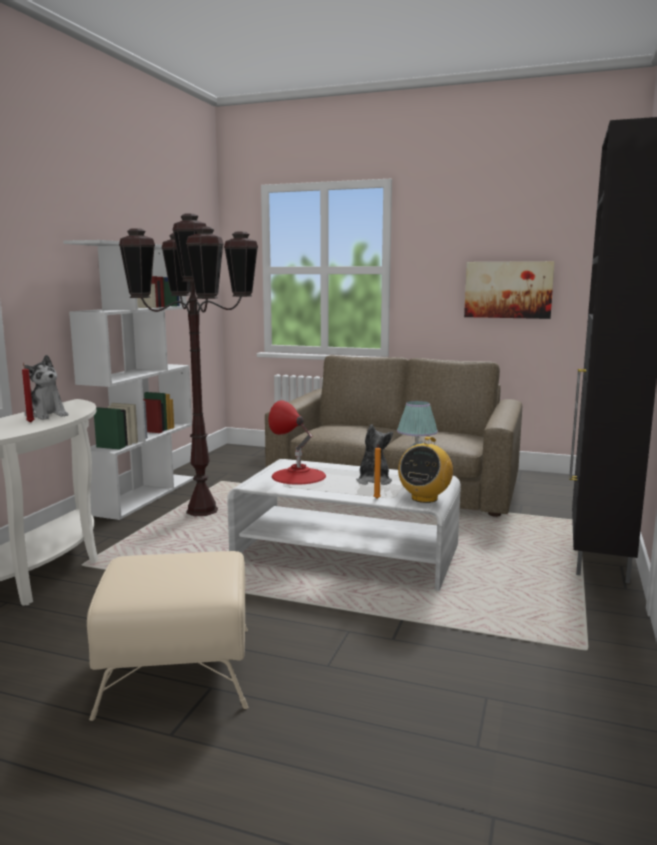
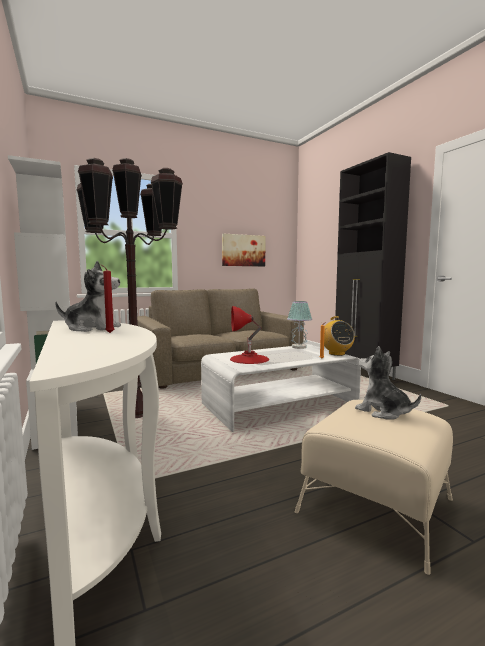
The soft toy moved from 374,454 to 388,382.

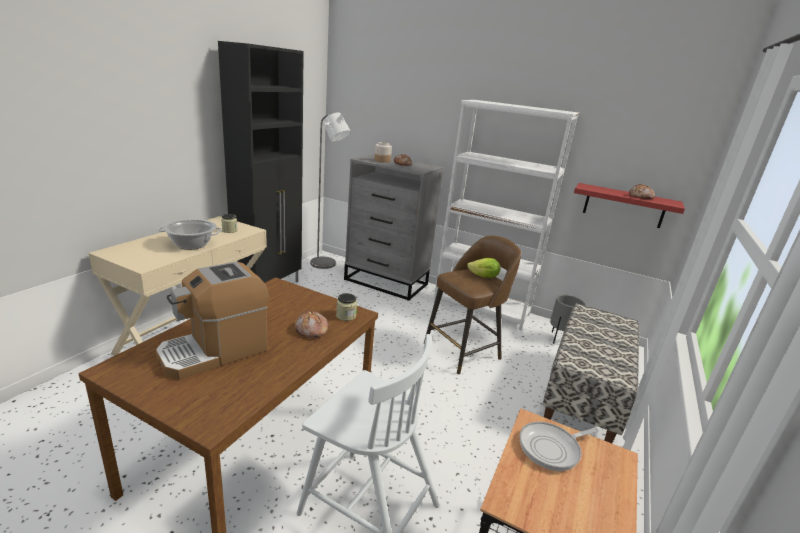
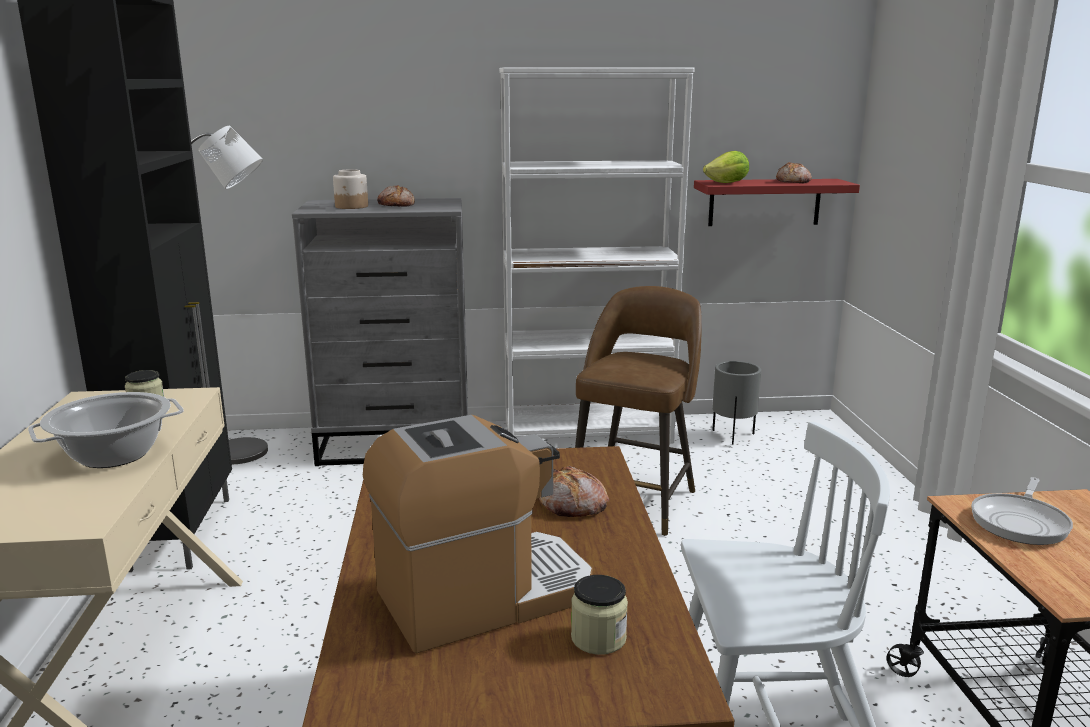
The coffee brewer at 212,320 turned 135 degrees counterclockwise. The storage jar moved from 346,307 to 599,615. The lettuce head moved from 483,268 to 726,167. The long seat at 590,373 disappeared.

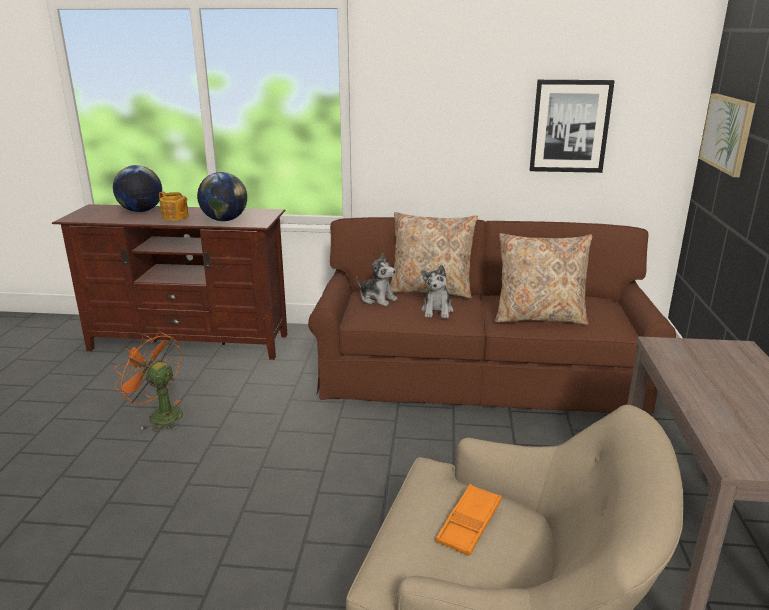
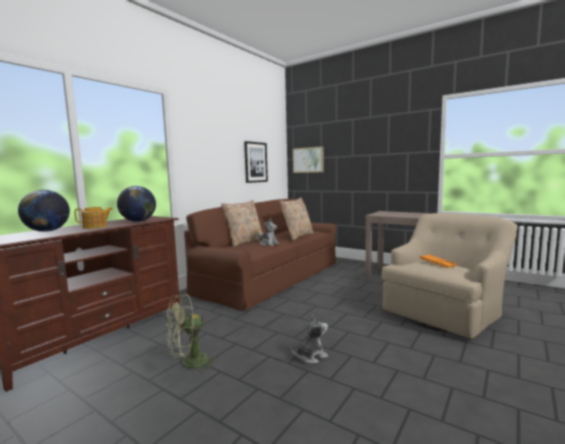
The orangey electric fan at 148,382 became the green electric fan at 192,333. The soft toy moved from 377,279 to 309,339.

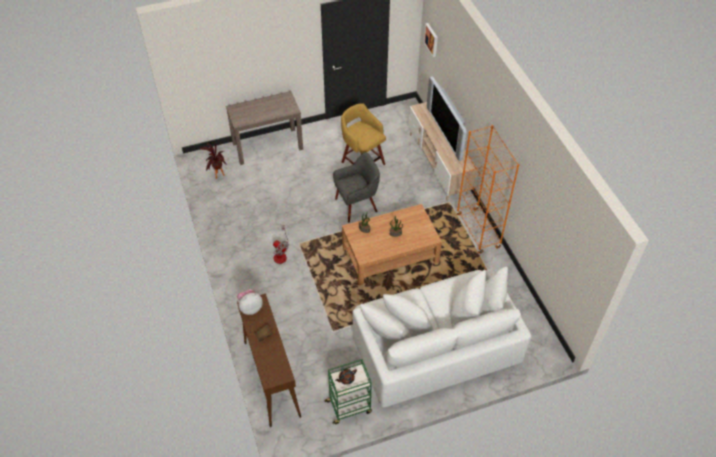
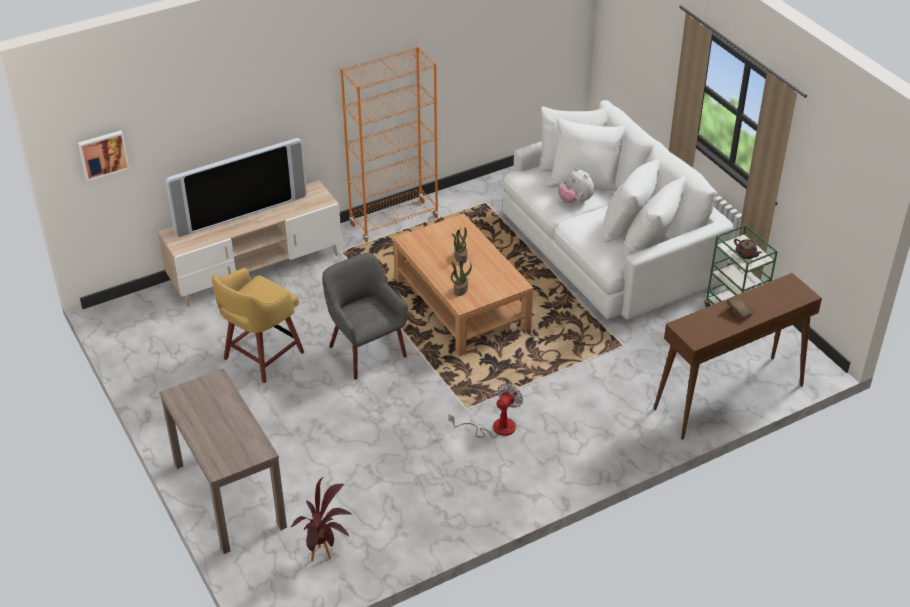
The soft toy moved from 250,302 to 576,186.

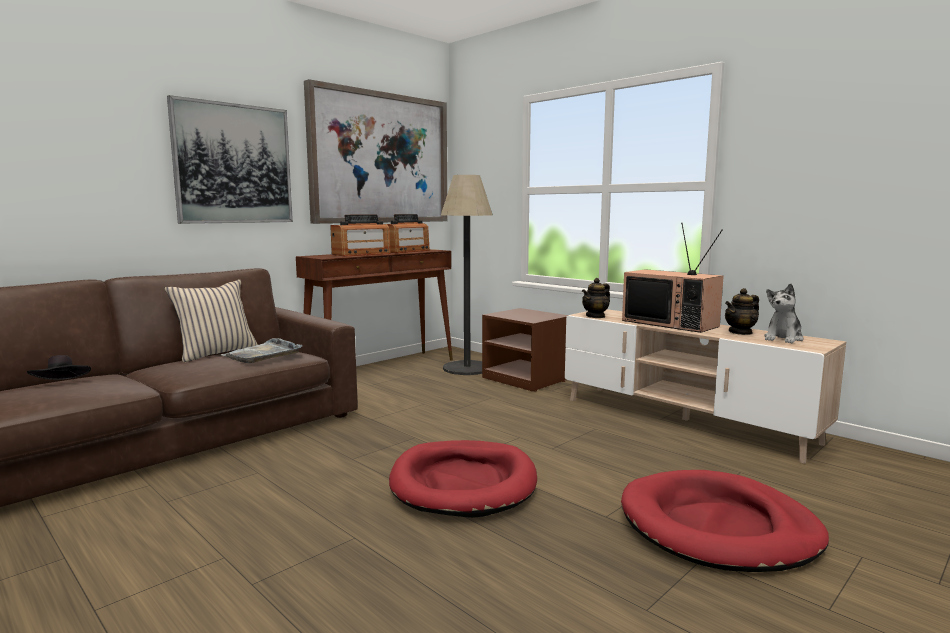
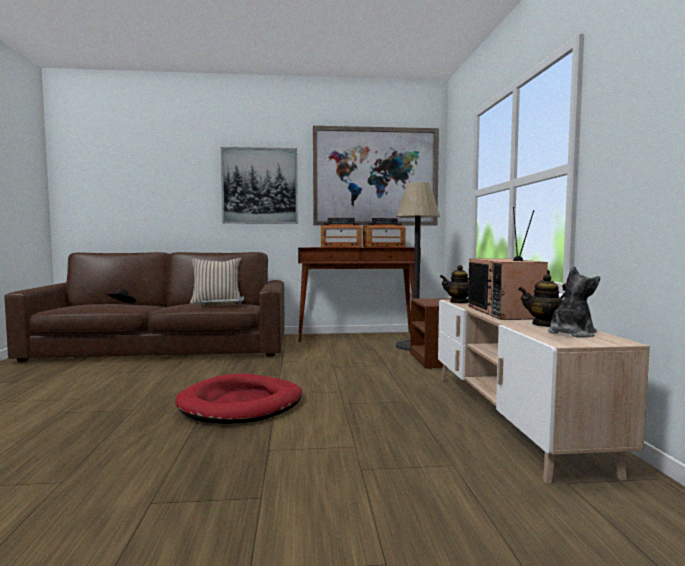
The red-coloured pet bed at 725,521 disappeared. The soft toy at 784,313 turned 150 degrees clockwise.

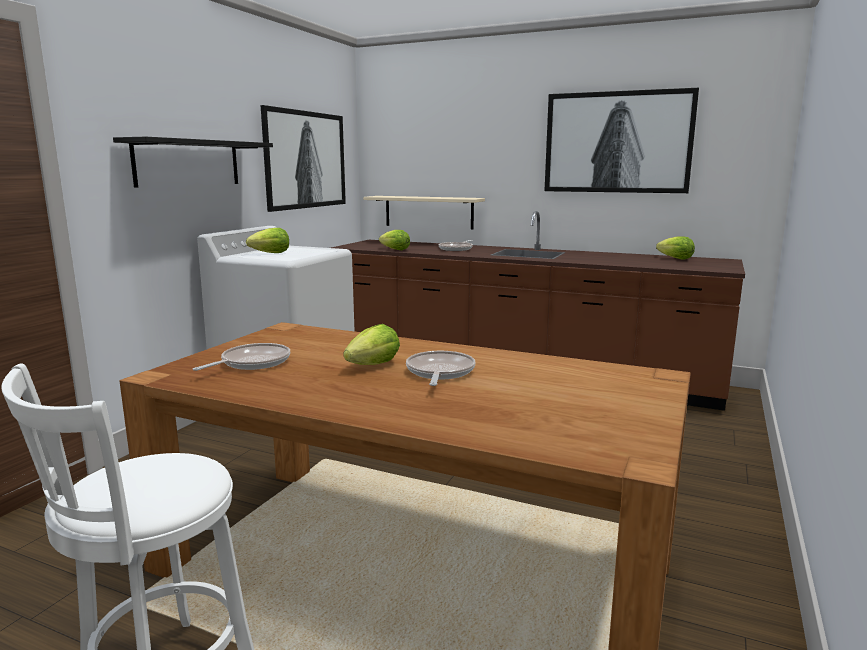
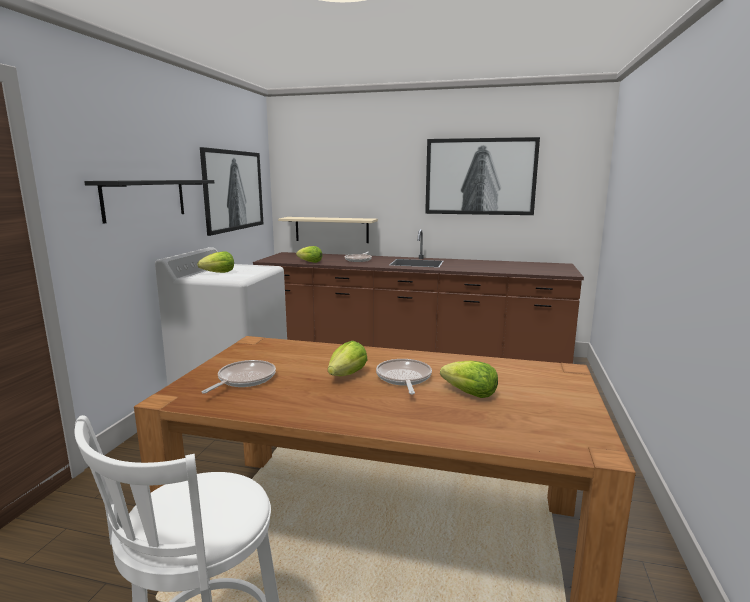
The lettuce head moved from 675,247 to 469,379.

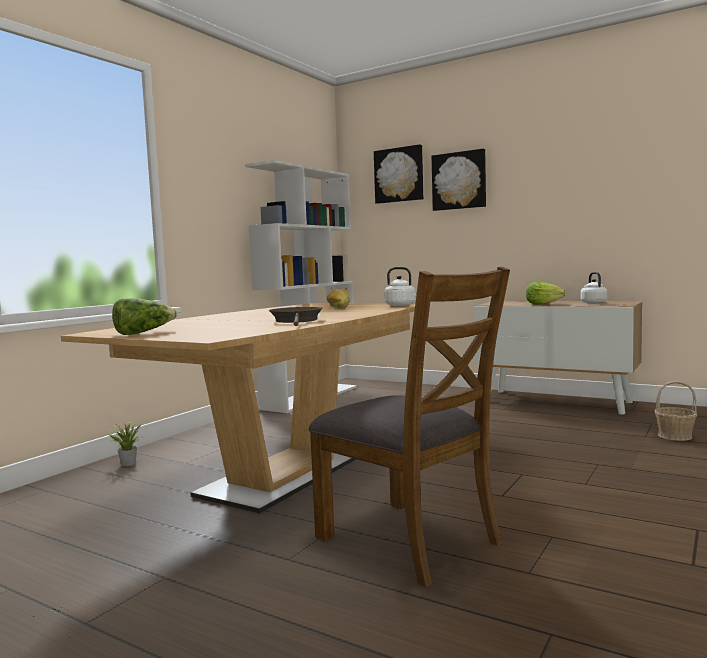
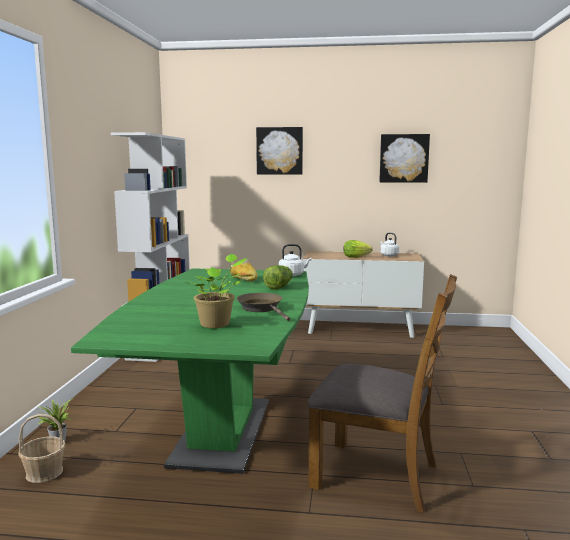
The brown dining table at 238,408 became the green dining table at 190,371. The lettuce head moved from 144,316 to 278,277. The wall picture moved from 398,174 to 404,158. The basket moved from 675,411 to 41,448. The plant in a pot at 219,291 appeared.

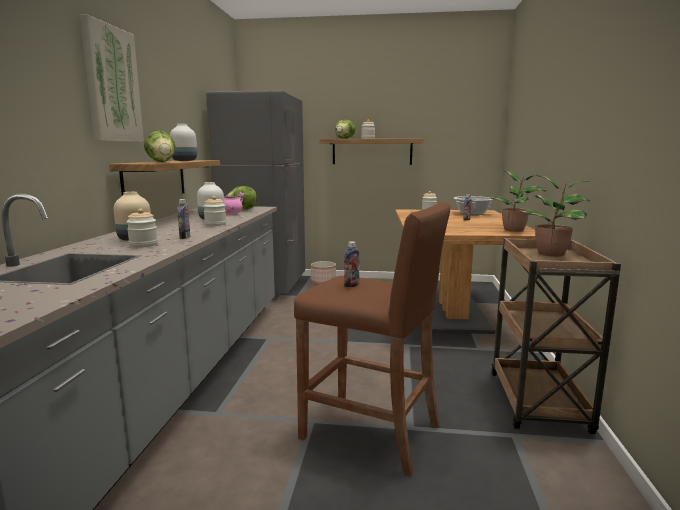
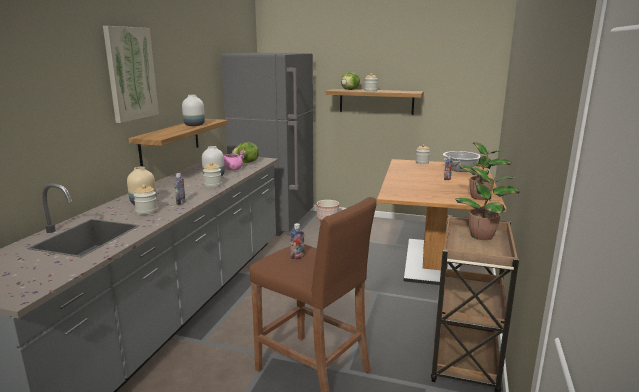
The lettuce head at 160,146 disappeared.

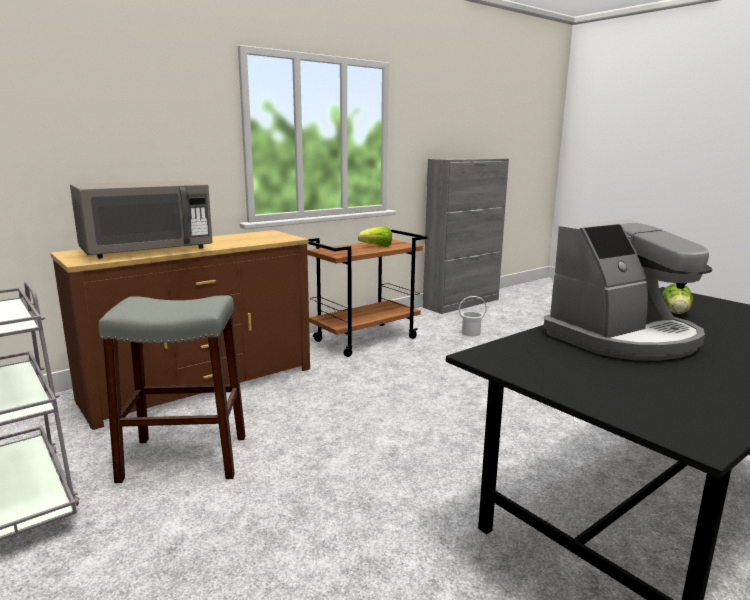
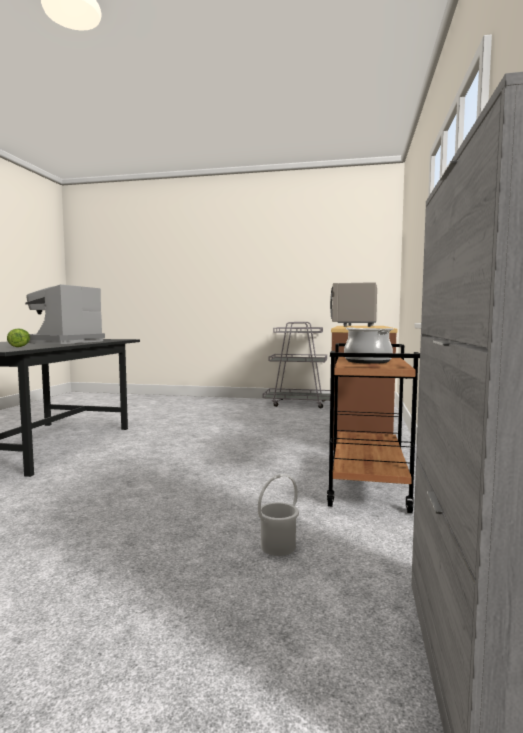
The greyish stool seat at 172,389 disappeared. The lettuce head at 375,236 was replaced by the saucepot at 369,345.

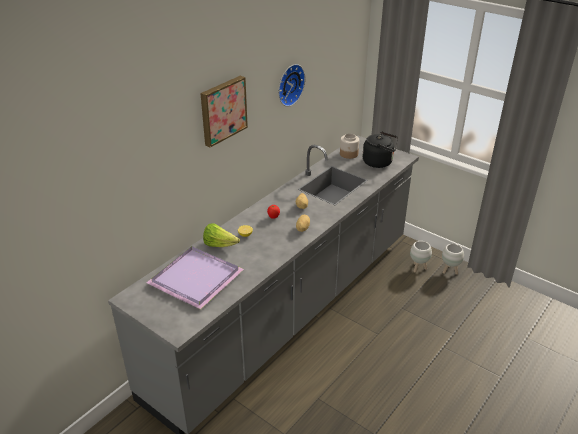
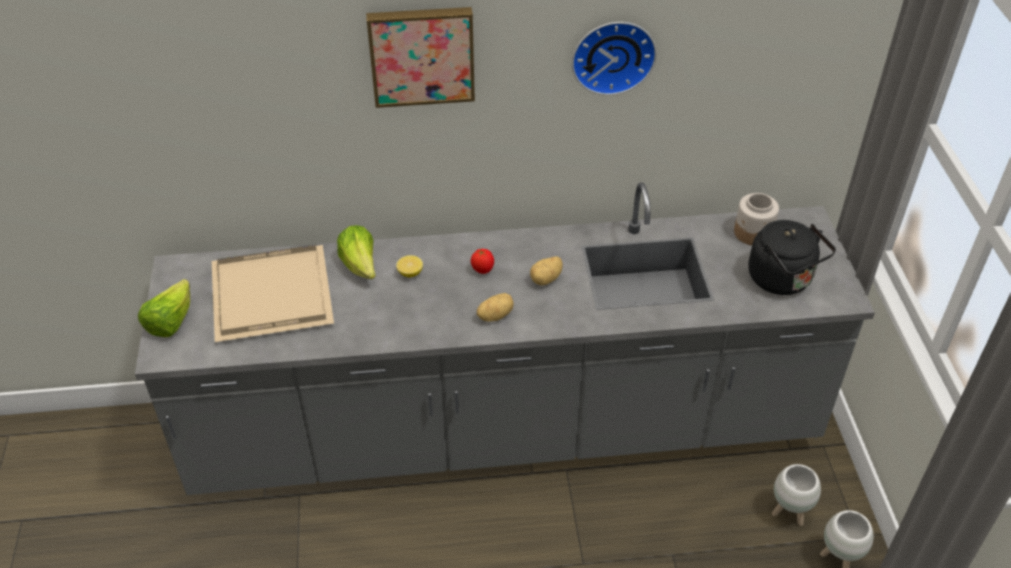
The purple tray at 195,278 became the sand-coloured tray at 273,293. The lettuce head at 164,308 appeared.

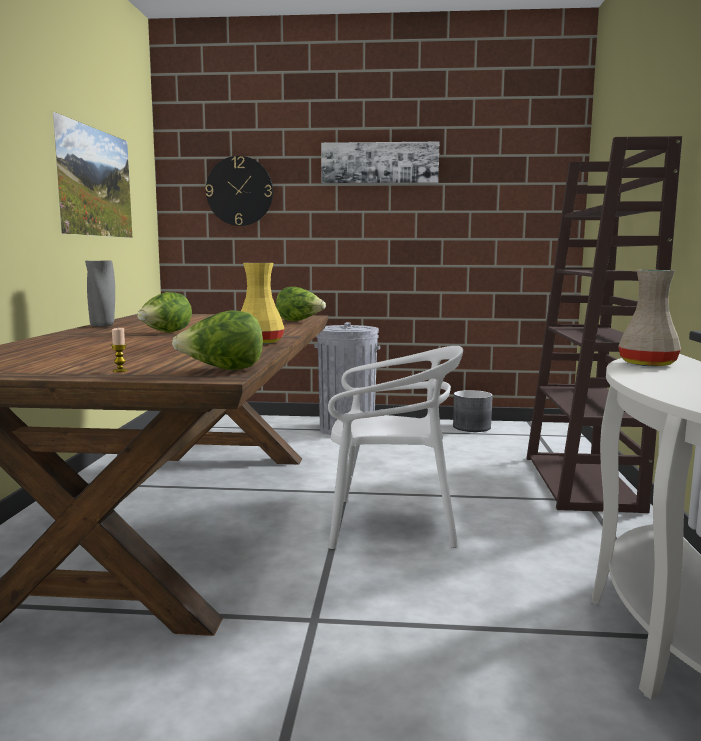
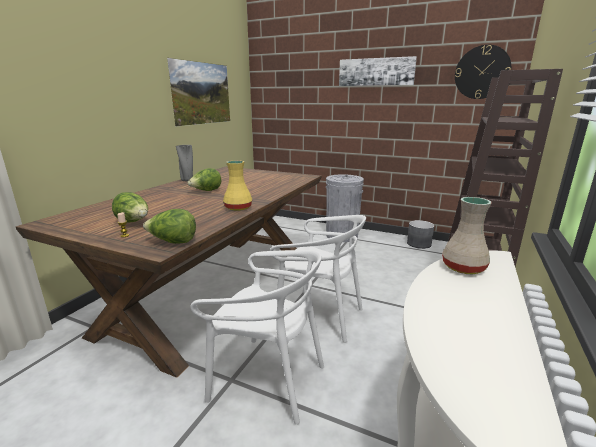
The hanging clock moved from 239,191 to 483,72. The lettuce head moved from 301,304 to 130,207. The whitish upright chair at 257,337 appeared.

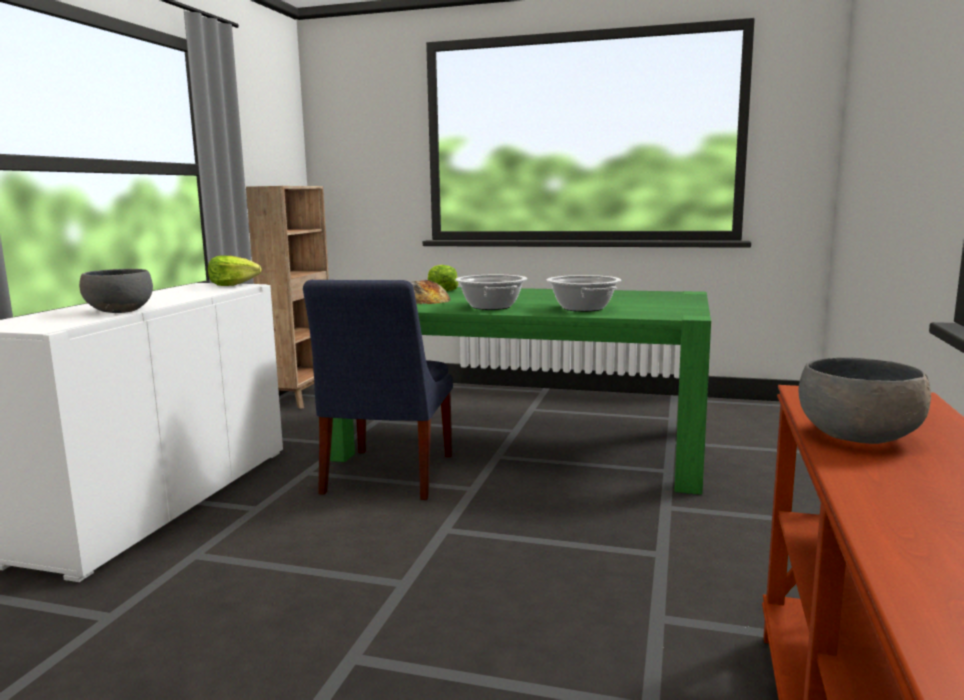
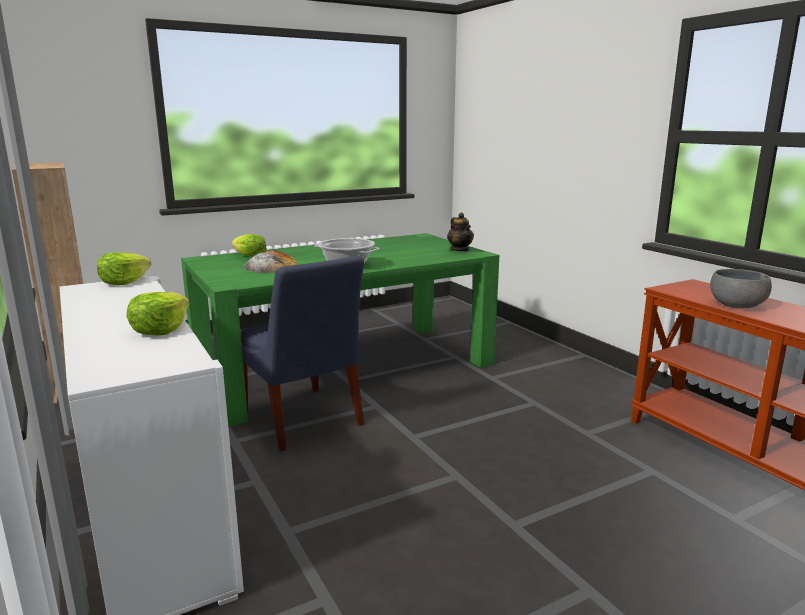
The greyish serving bowl at 116,291 was replaced by the lettuce head at 158,314. The saucepot at 584,293 disappeared. The pot for tea at 460,232 appeared.

